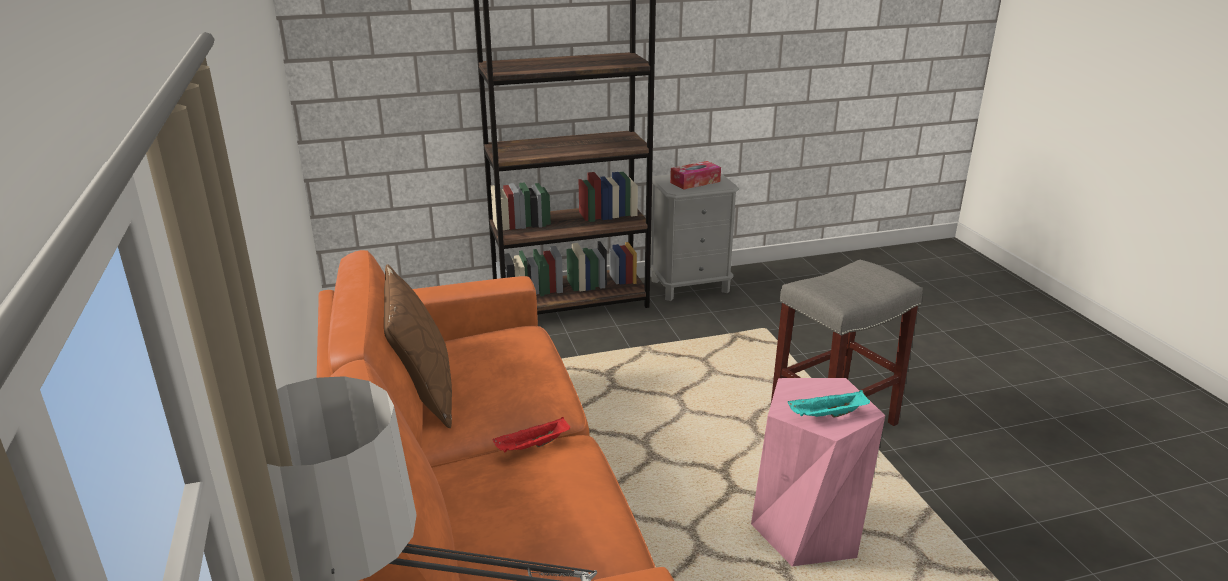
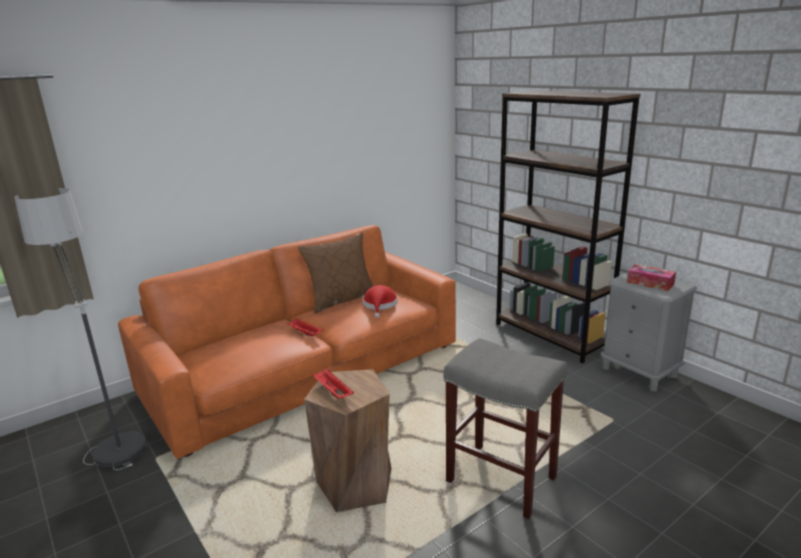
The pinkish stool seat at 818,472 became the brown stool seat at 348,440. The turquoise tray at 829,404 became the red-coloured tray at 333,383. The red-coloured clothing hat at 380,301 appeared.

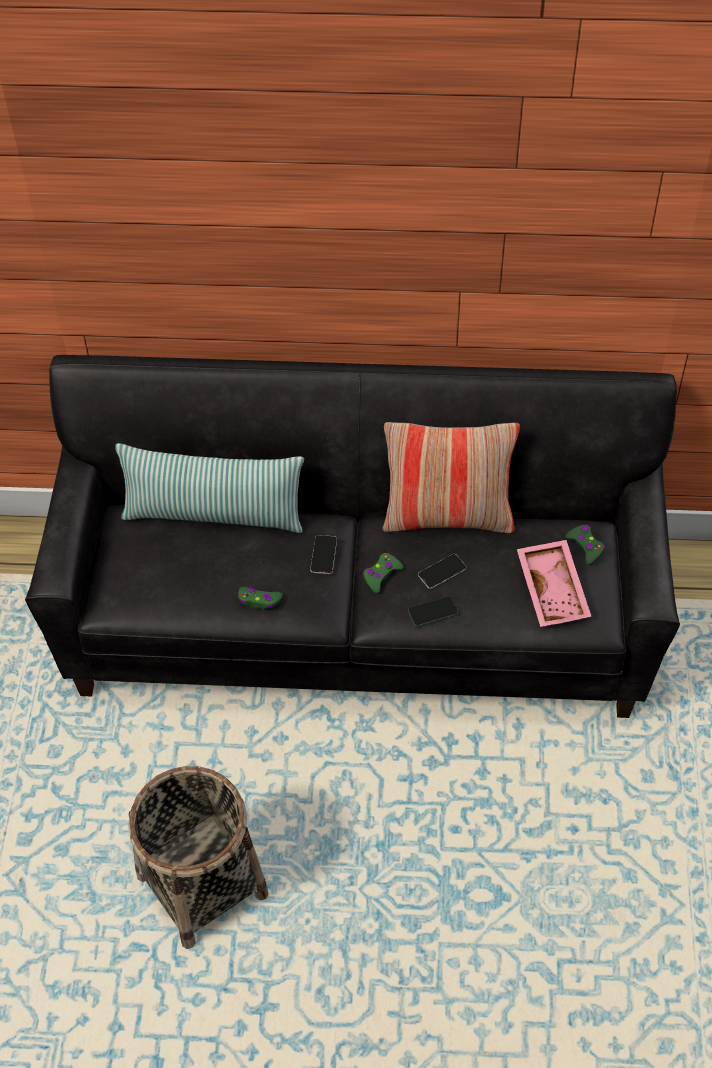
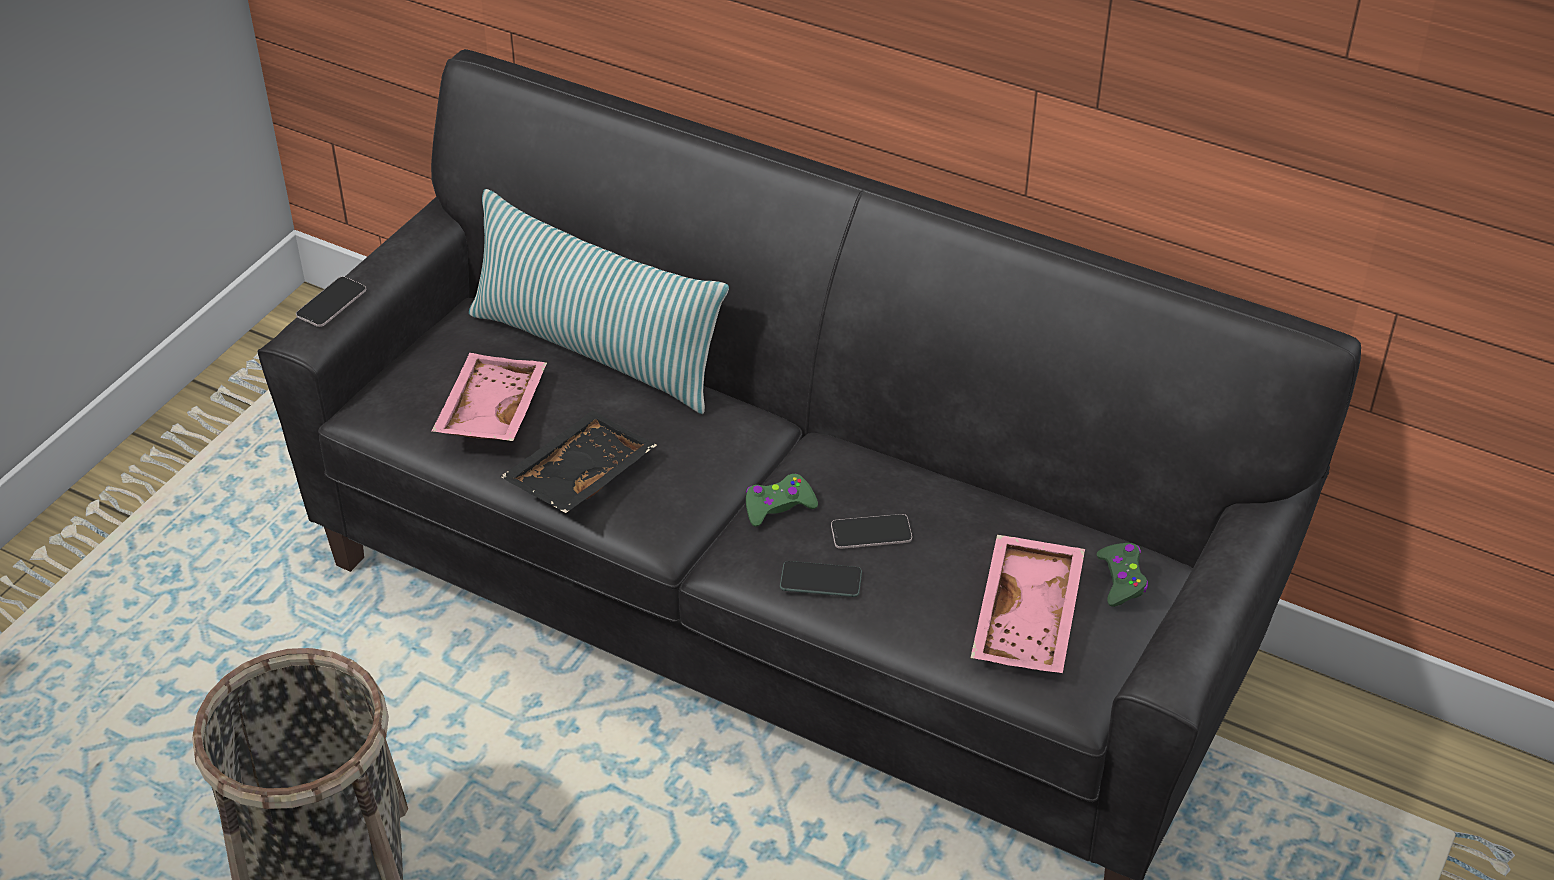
The green game controller at 260,598 was replaced by the black tray at 578,461. The handset moved from 323,554 to 331,302. The throw pillow at 451,477 disappeared. The pinkish tray at 489,397 appeared.

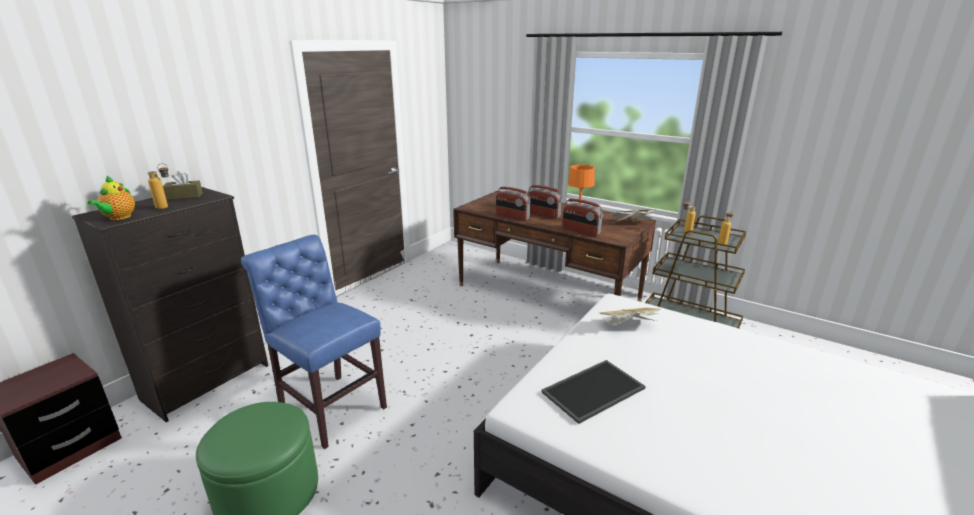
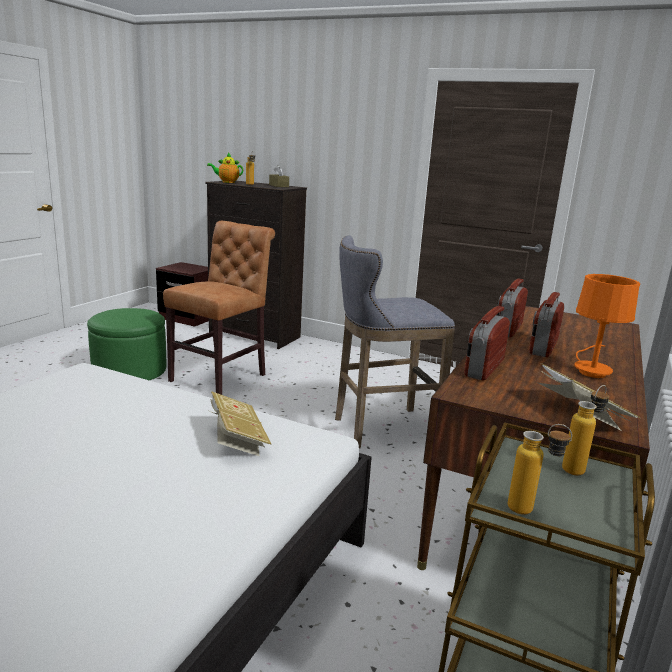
The bluish upright chair at 314,342 became the brown upright chair at 219,308. The tray at 593,392 disappeared. The greyish stool seat at 395,341 appeared.

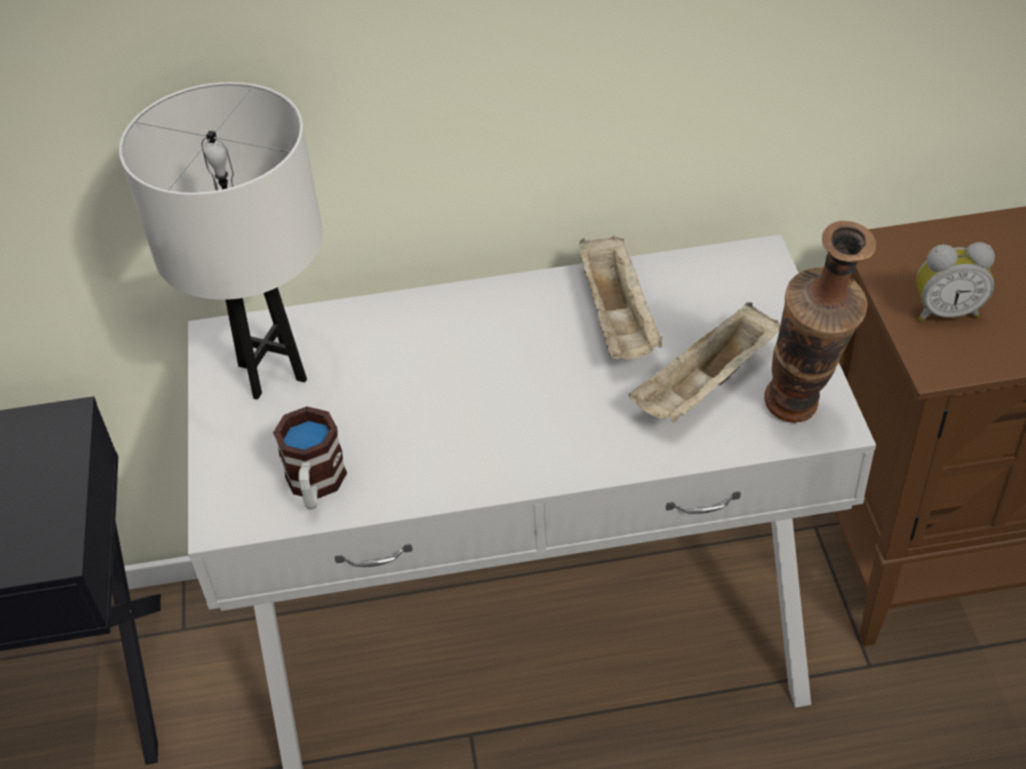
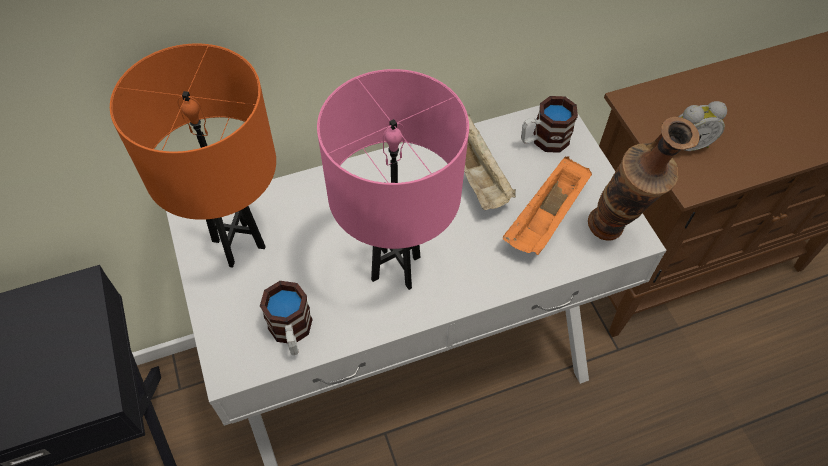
The whitish lamp for a table at 221,241 became the orangey lamp for a table at 193,155. The sand-coloured tray at 704,362 became the orangey tray at 547,205. The pinkish lamp for a table at 393,179 appeared. The mug at 549,124 appeared.

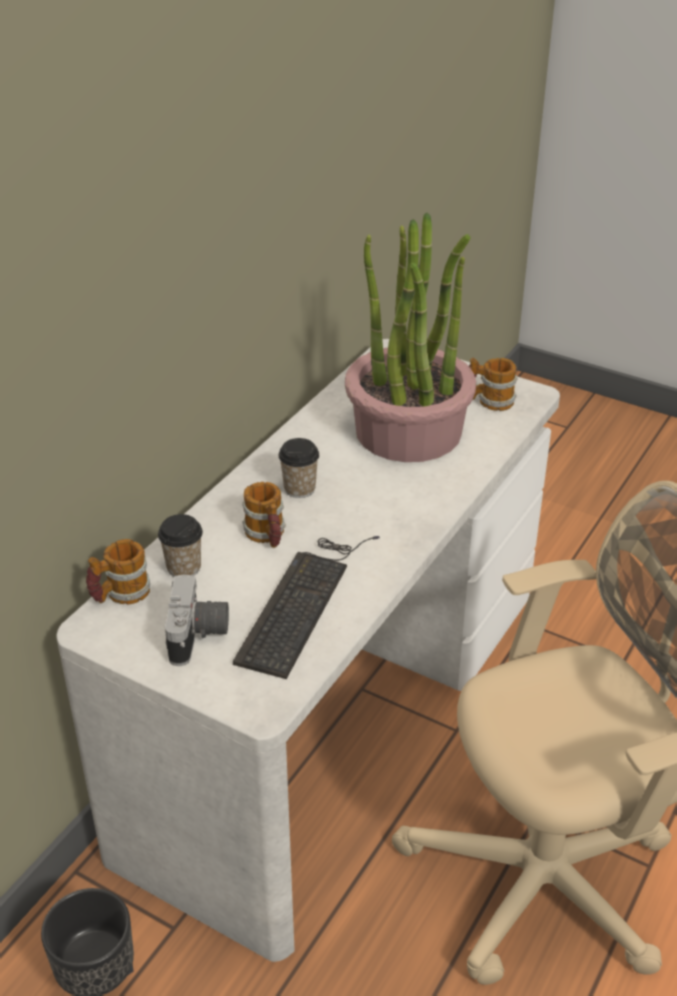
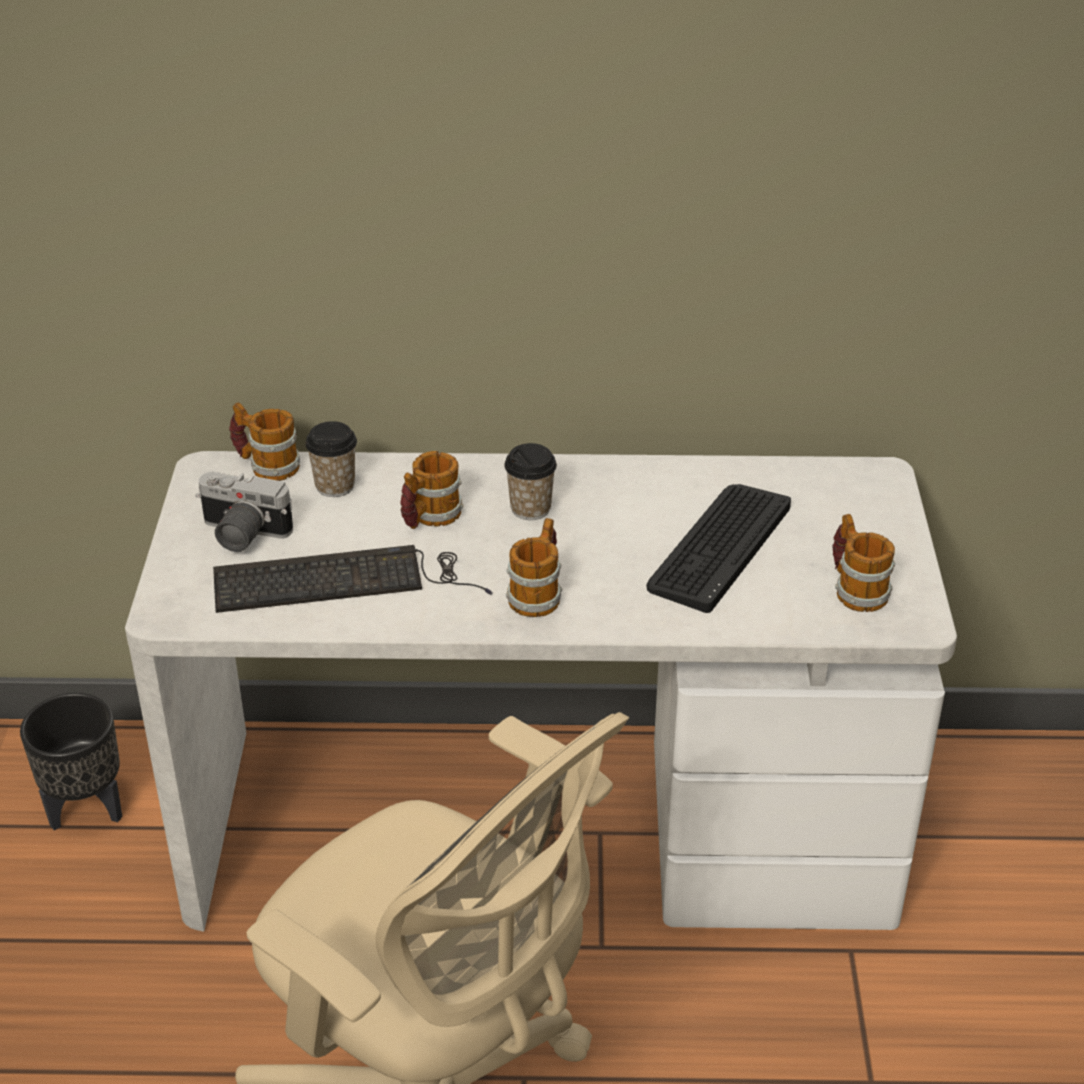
The photo camera at 197,620 turned 45 degrees clockwise. The plant in a pot at 410,337 was replaced by the PC keyboard at 718,548. The mug at 534,567 appeared.

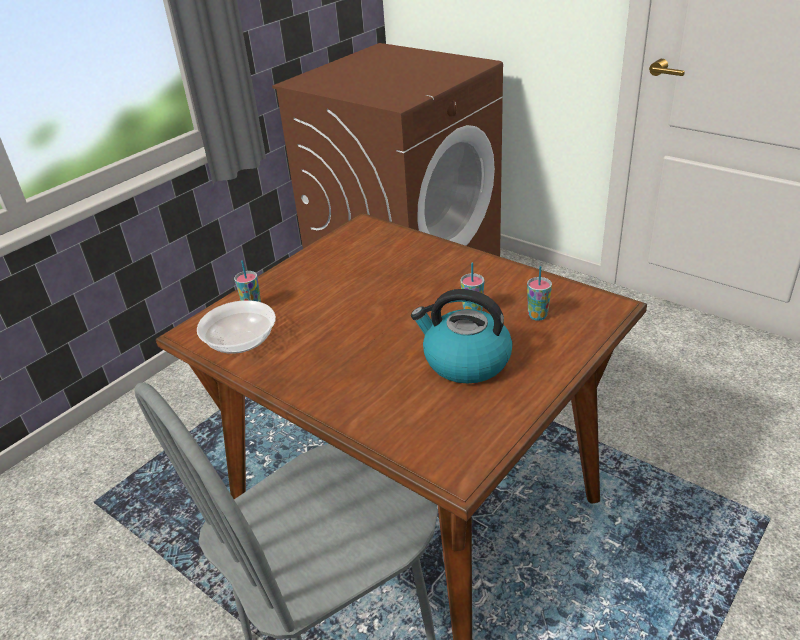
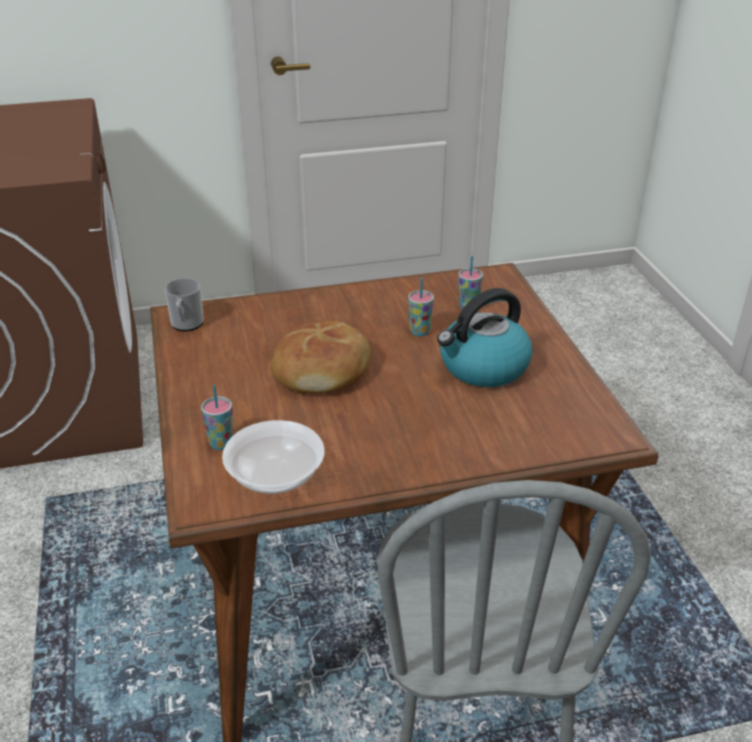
The mug at 184,304 appeared. The bakery bread at 321,356 appeared.

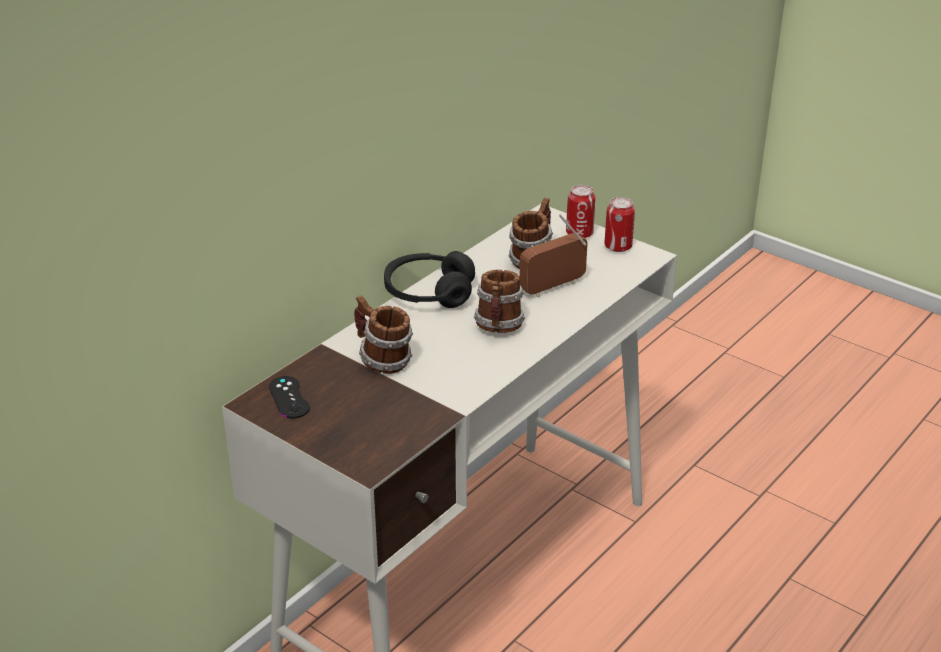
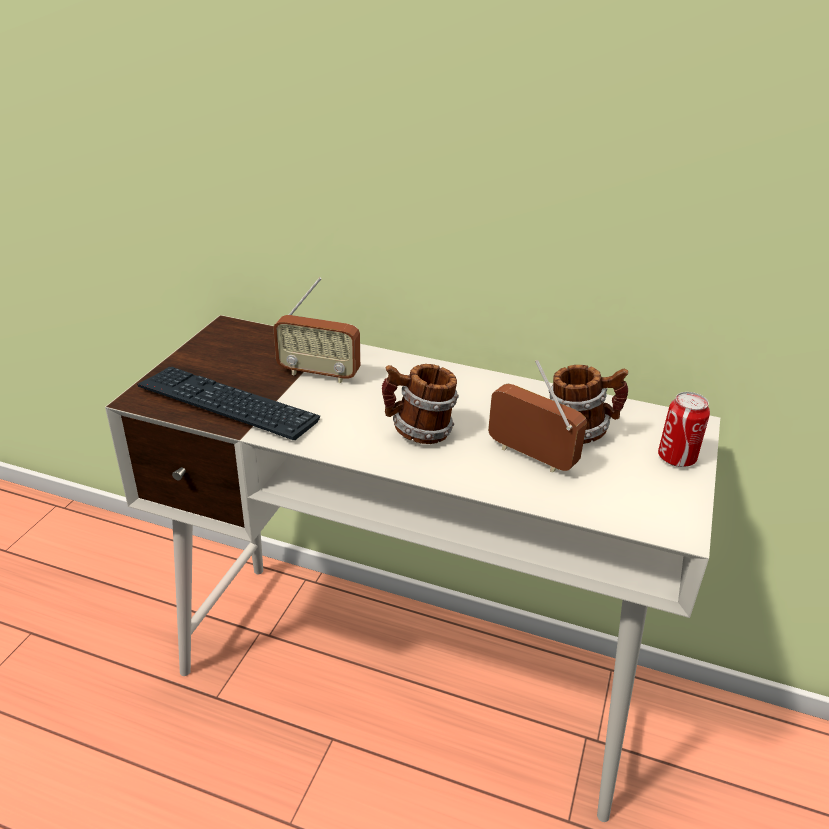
The black game controller at 289,397 disappeared. The mug at 383,335 was replaced by the radio receiver at 316,330. The black headphones at 429,279 disappeared. The metal can at 619,224 disappeared. The PC keyboard at 228,403 appeared.

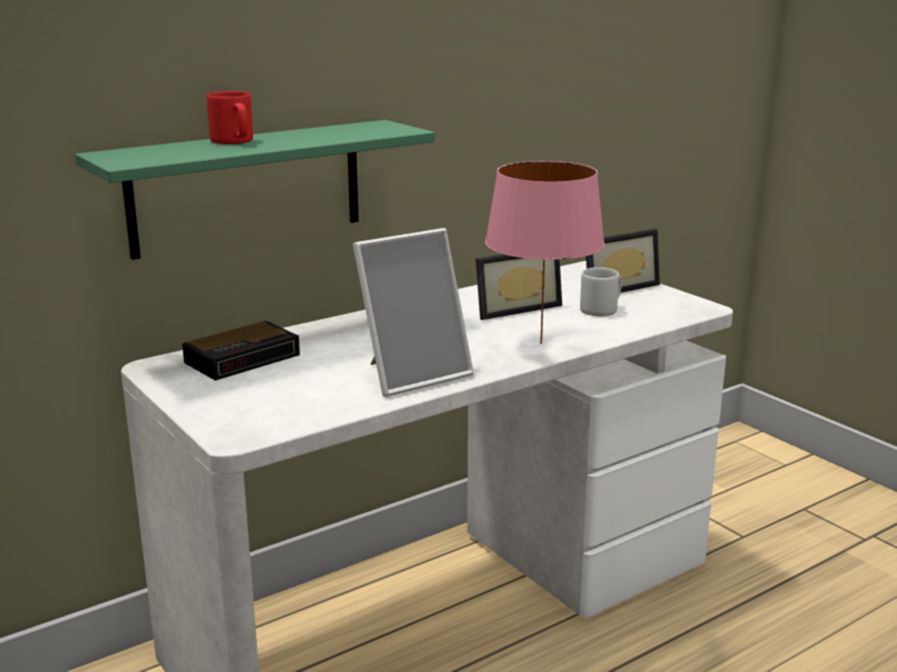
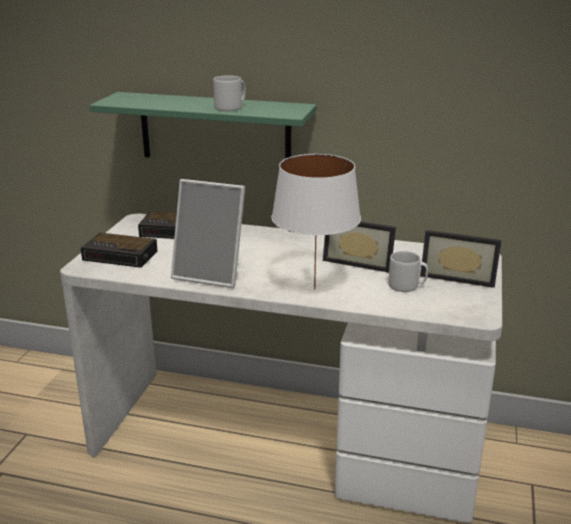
The red-coloured mug at 230,117 disappeared. The pinkish lamp for a table at 545,252 became the whitish lamp for a table at 316,221. The bedside clock at 119,250 appeared. The greyish mug at 229,93 appeared.

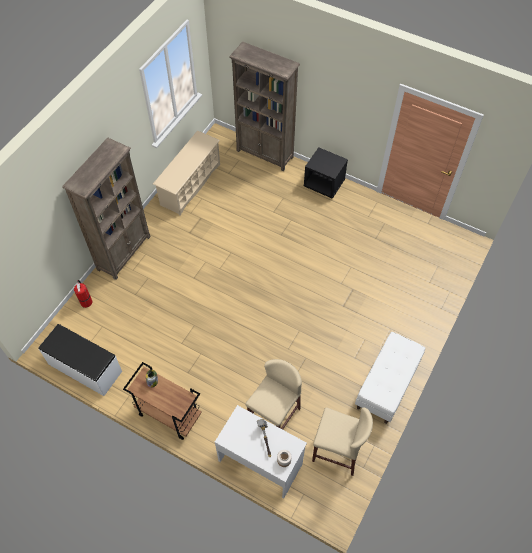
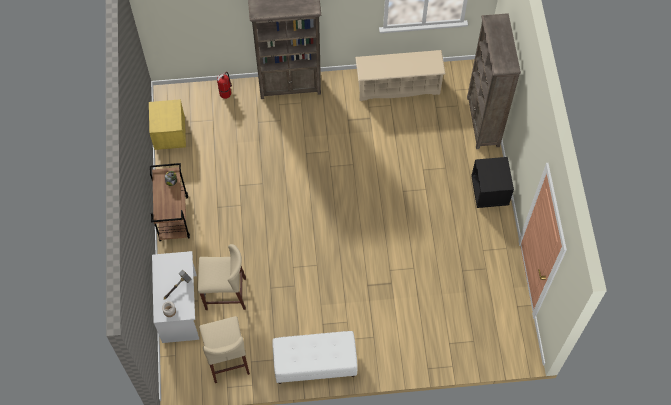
The whitish long seat at 80,360 was replaced by the yellow-coloured nightstand at 167,124.

